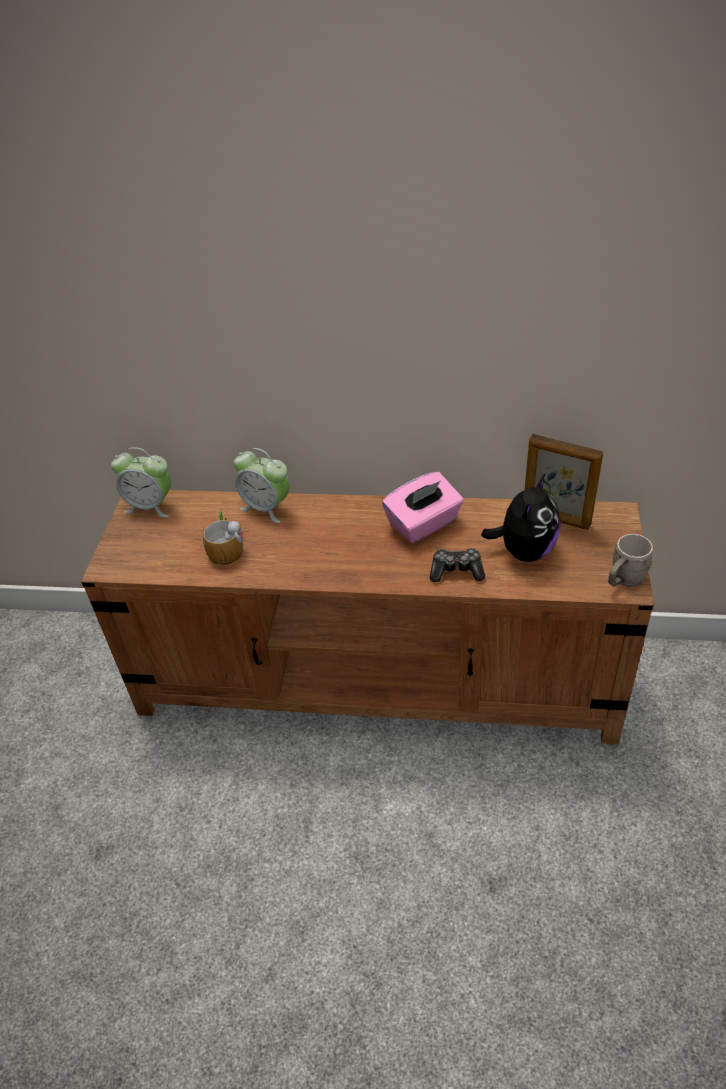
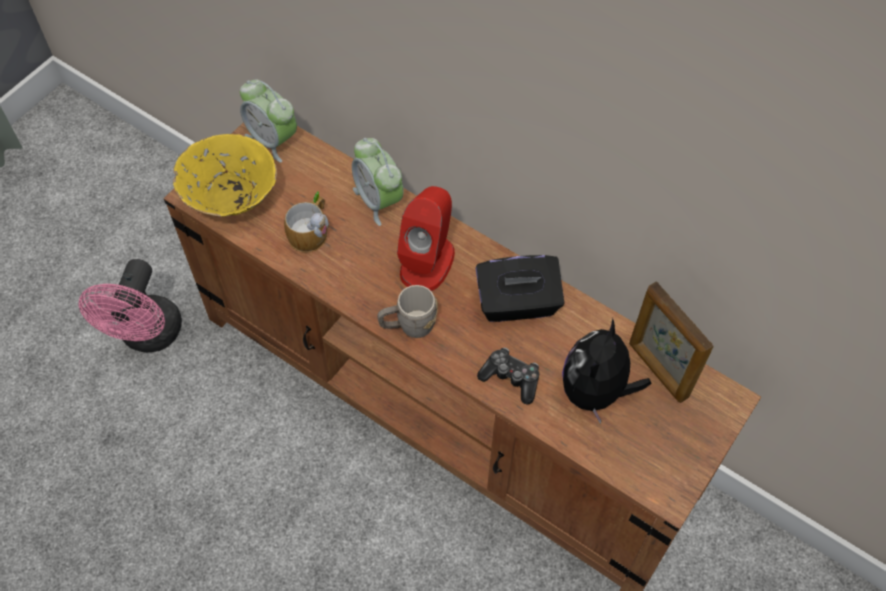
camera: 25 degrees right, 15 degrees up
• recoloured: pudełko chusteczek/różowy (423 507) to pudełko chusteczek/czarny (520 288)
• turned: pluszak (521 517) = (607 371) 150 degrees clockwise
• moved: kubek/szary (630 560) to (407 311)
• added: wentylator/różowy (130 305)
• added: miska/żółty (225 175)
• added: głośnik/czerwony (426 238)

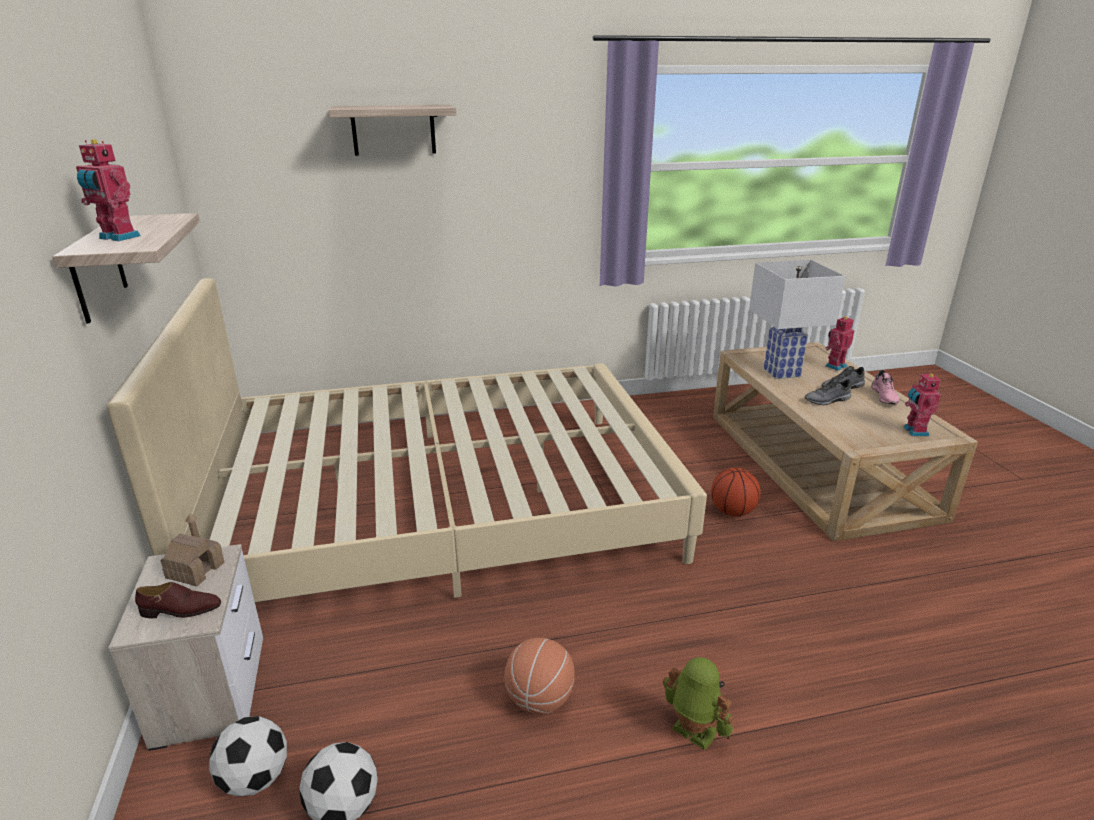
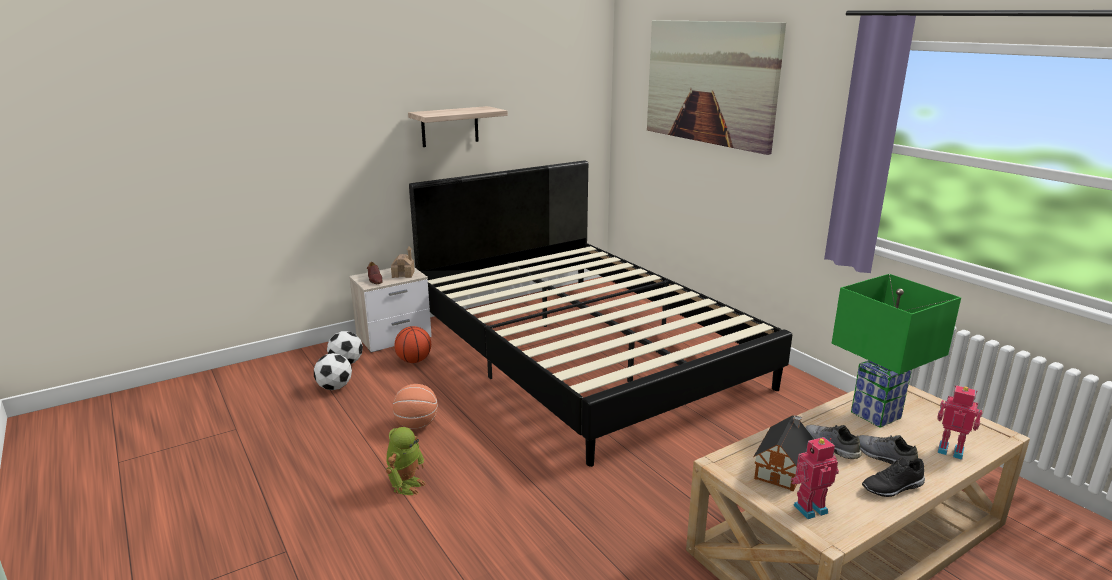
camera: 70 degrees right, 5 degrees down
• removed: robot zabawkowy (108 190)
• recoloured: łóżko/beżowy (407 440) to łóżko/czarny (600 314)
• replaced: półka (392 130) to obraz (716 87)
• moved: piłka do koszykówki (736 492) to (412 344)
• recoloured: lampa stołowa/biały (797 319) to lampa stołowa/zielony (896 351)
• recoloured: but/różowy (885 387) to but/czarny (893 477)
• added: domek (783 453)

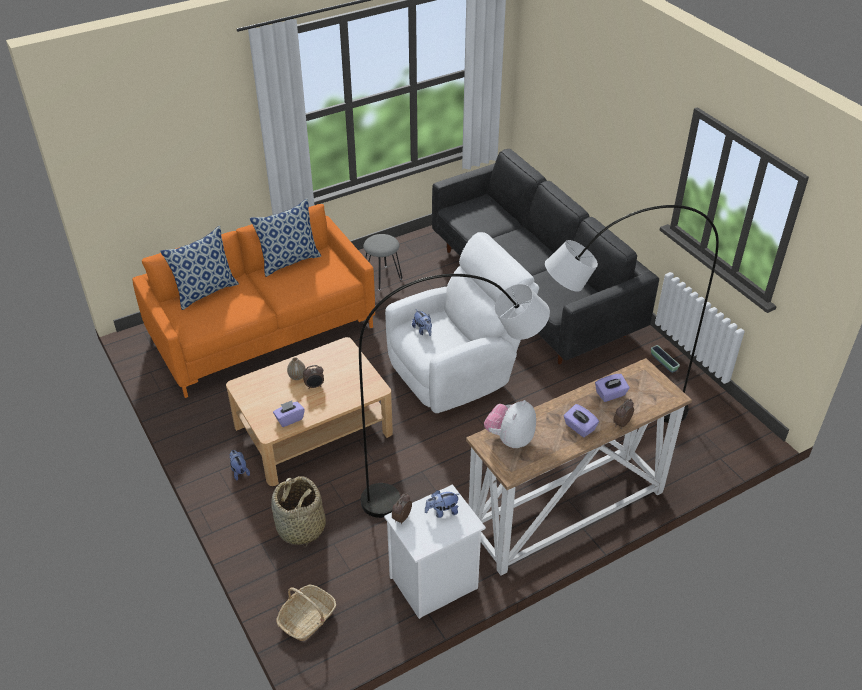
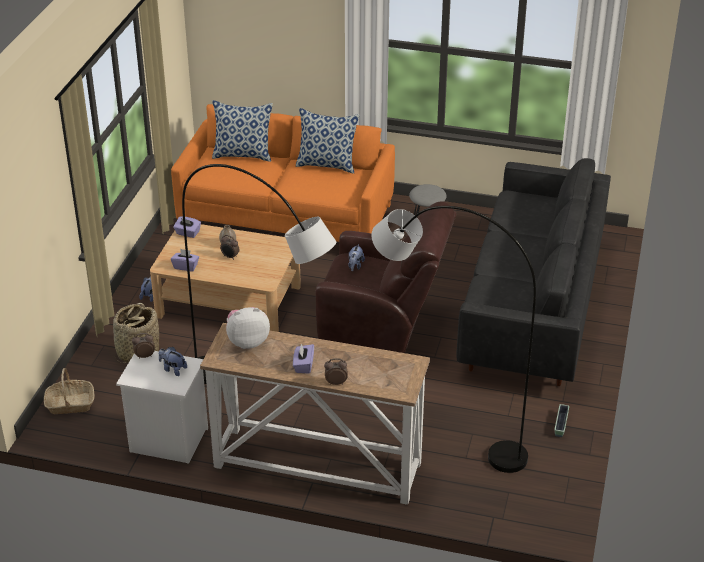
camera: 45 degrees right, 5 degrees down
• recoloured: fotel/biały (462 322) to fotel/brązowy (386 277)
• moved: pudełko chusteczek/fioletowy (612 388) to (187 227)

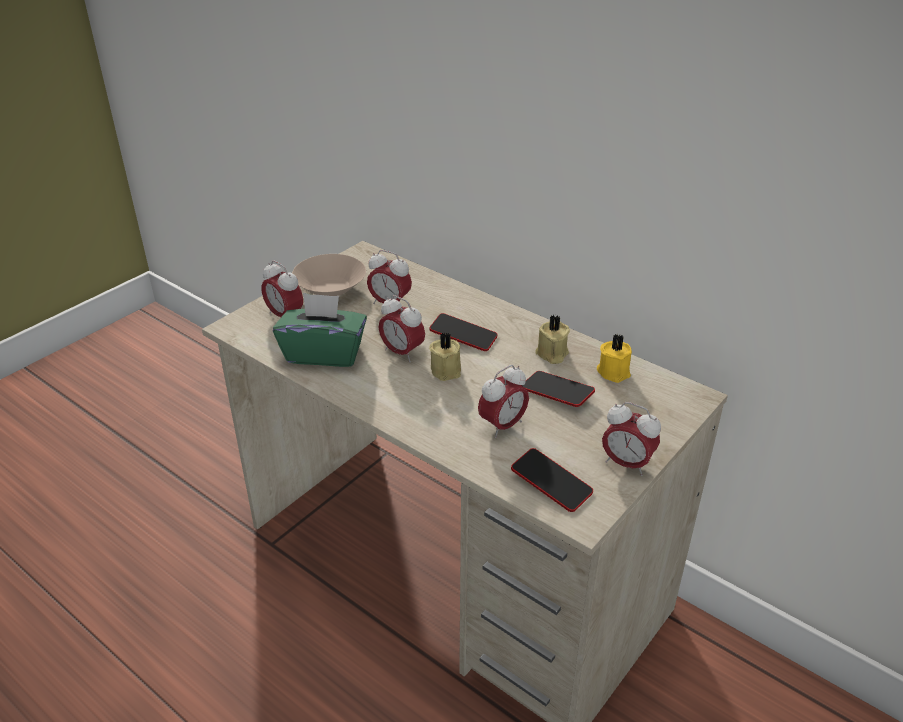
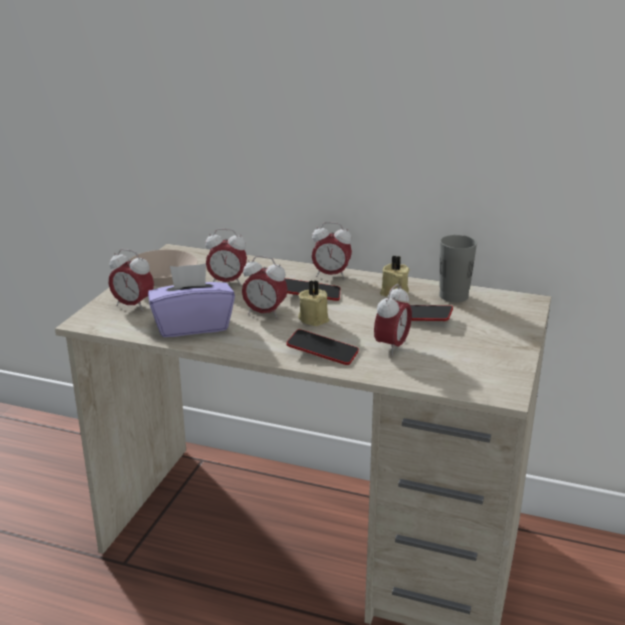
camera: 20 degrees left, 10 degrees down
• recoloured: pudełko chusteczek/zielony (320 330) to pudełko chusteczek/fioletowy (191 300)
• moved: telefon (552 480) to (322 347)
• replaced: świeca/żółty (614 358) to filiżanka/szary (458 268)
• moved: budzik (631 439) to (332 250)

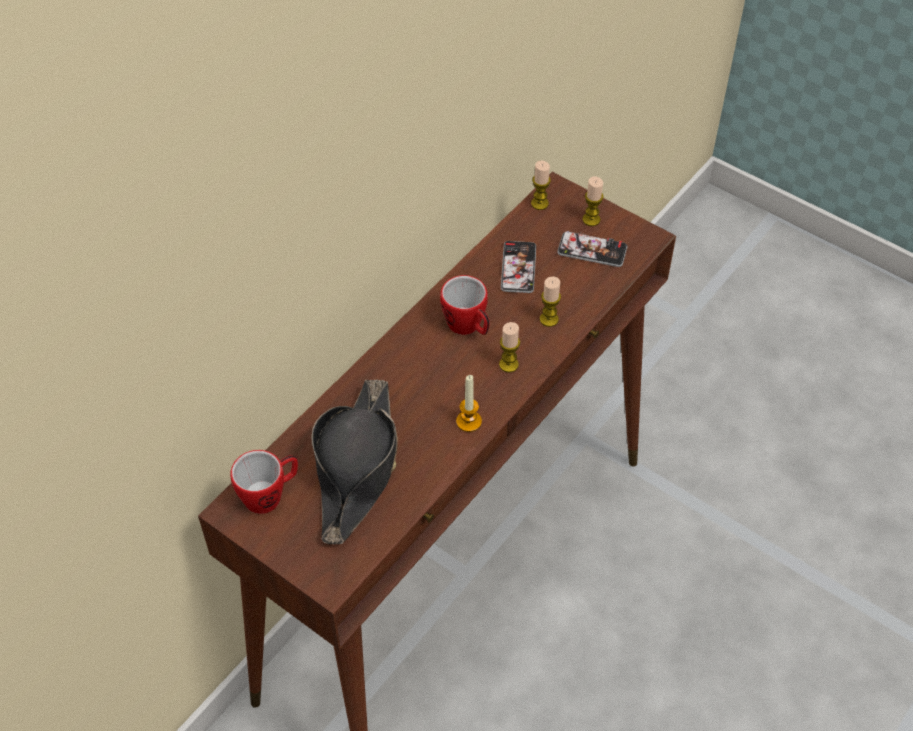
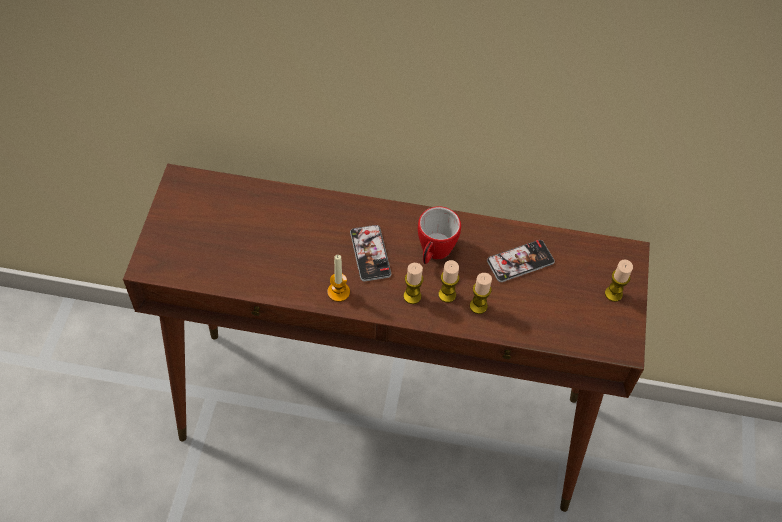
camera: 60 degrees right, 5 degrees up
• removed: kubek (264 482)
• removed: kapelusz/czarny (355 461)
• moved: świeca (541 185) to (449 281)
• moved: telefon (592 249) to (370 253)

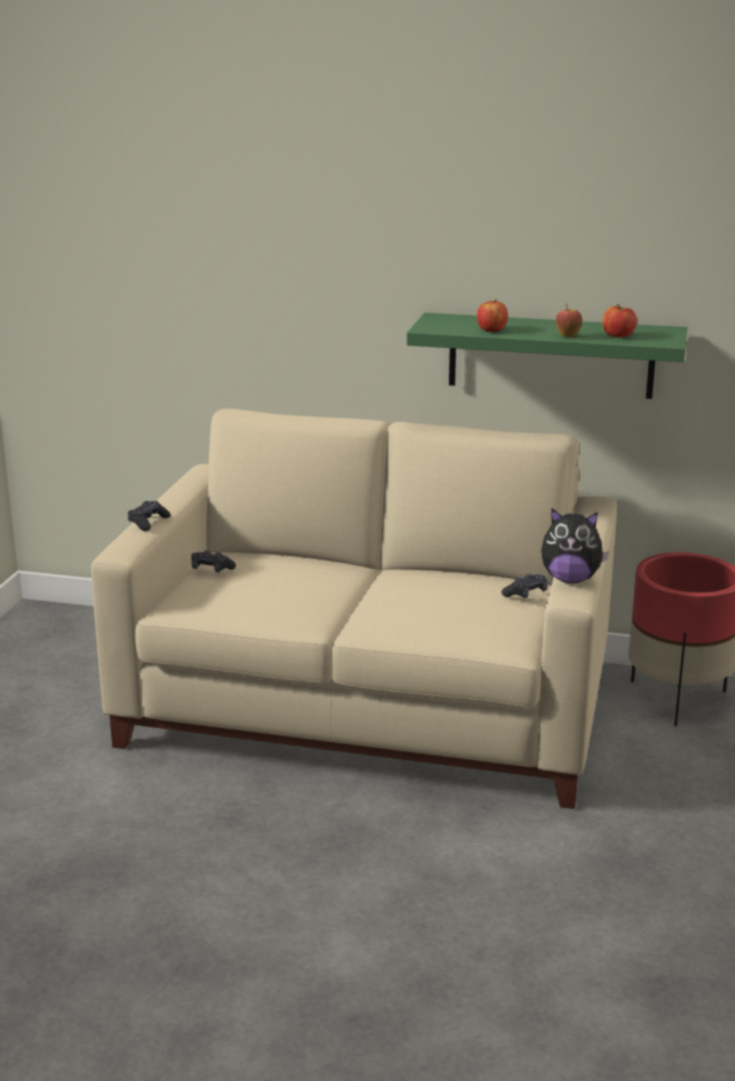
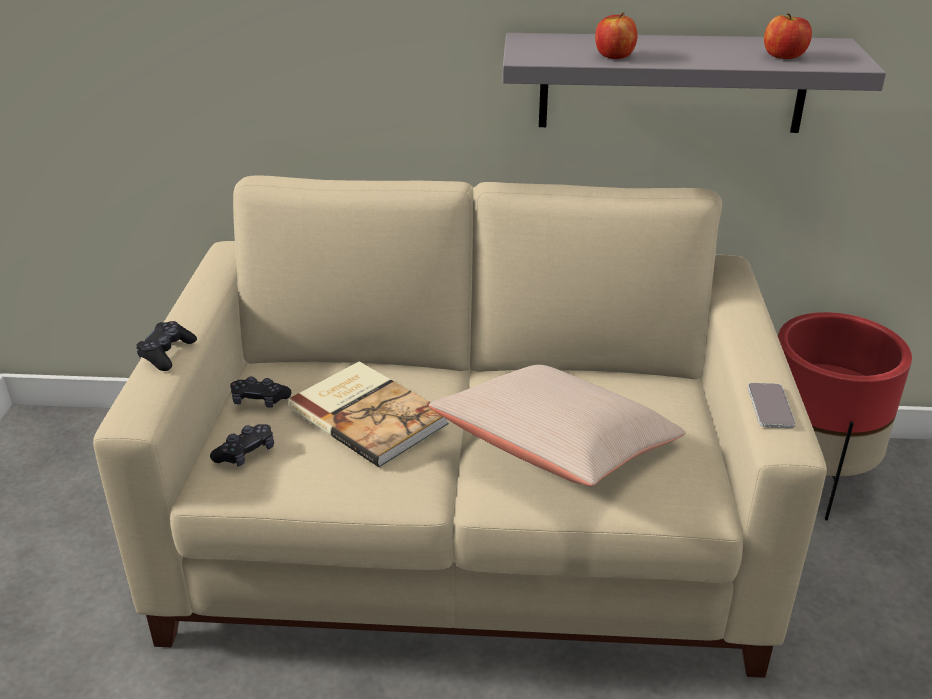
camera: 10 degrees left, 10 degrees up
• recoloured: półka/zielony (547 356) to półka/szary (694 83)
• moved: pad do gier/czarny (524 586) to (242 445)
• replaced: pluszak (575 545) to telefon (772 405)
• removed: jabłko (569 320)
• added: książka (368 414)
• added: poduszka/beżowy (557 425)

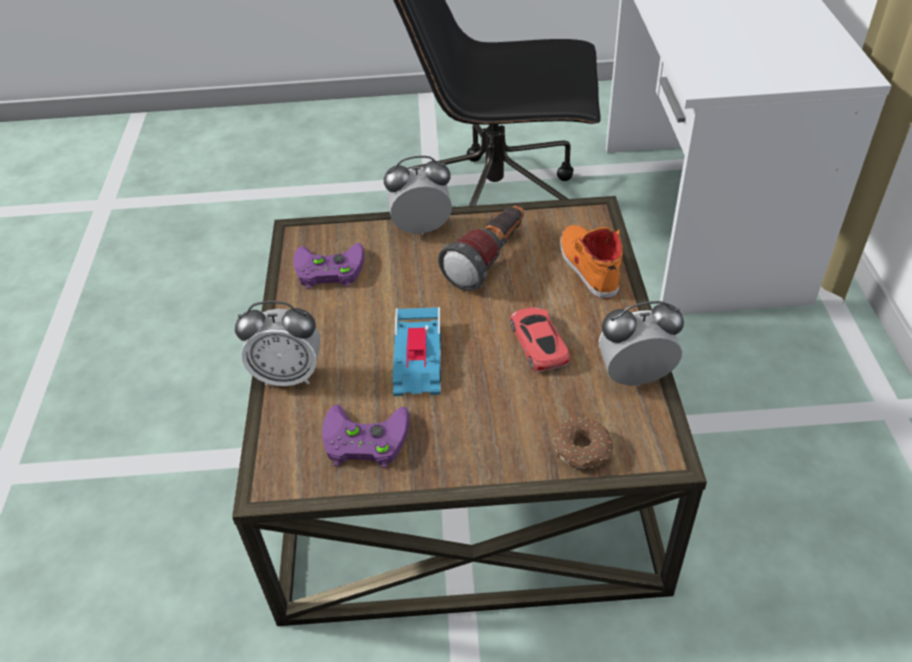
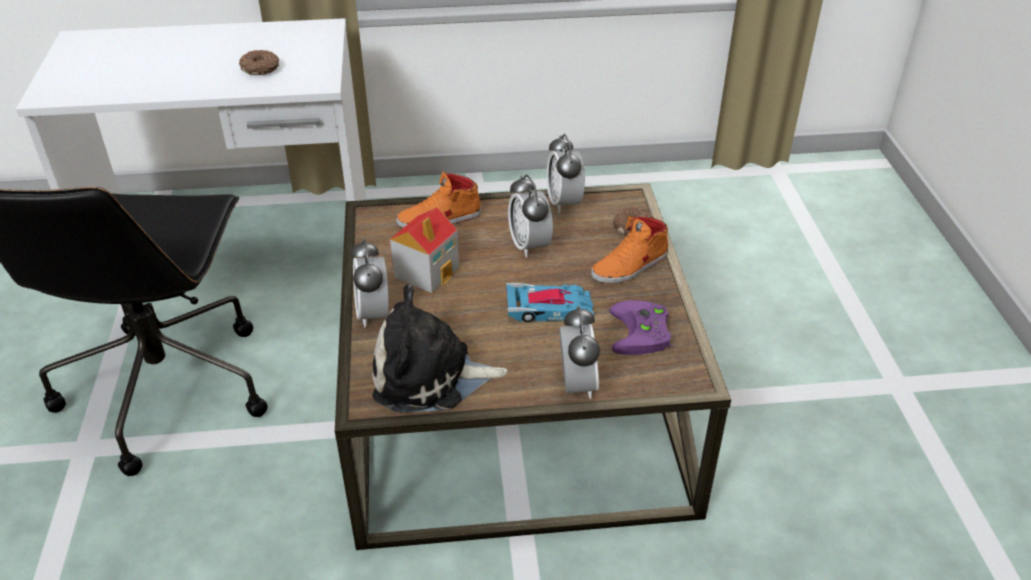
camera: 95 degrees left, 5 degrees down
• replaced: pad do gier/fioletowy (328 266) to pluszak (439 348)
• replaced: latarka (481 248) to domek (424 250)
• replaced: samochodzik/czerwony (540 339) to budzik (530 216)
• added: donut (259 62)
• added: but/pomarańczowy (629 249)

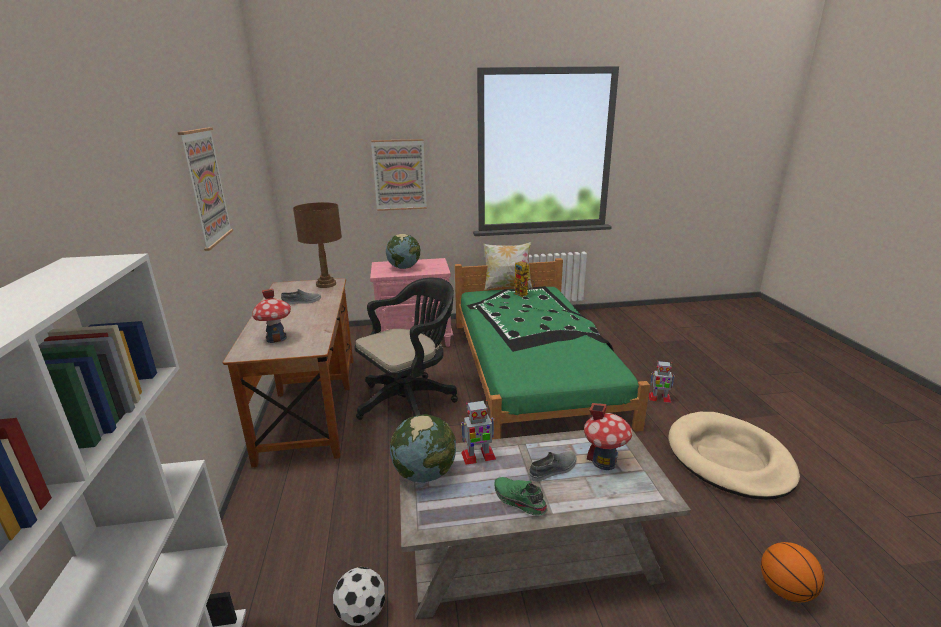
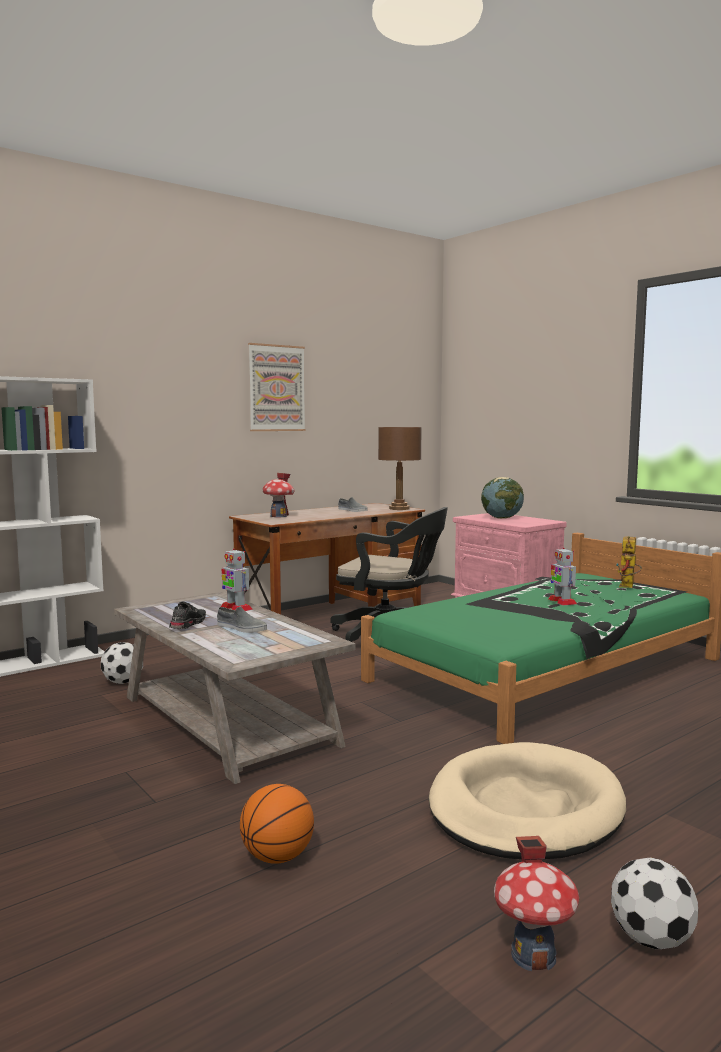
camera: 60 degrees right, 15 degrees down
• removed: obraz (399 175)
• removed: globus (423 448)
• removed: poduszka (508 266)
• recoloured: but/zielony (520 496) to but/czarny (187 615)
• moved: domek (608 436) to (536 903)
• moved: robot zabawkowy (662 382) to (562 577)
• added: piłka futbolowa (654 903)

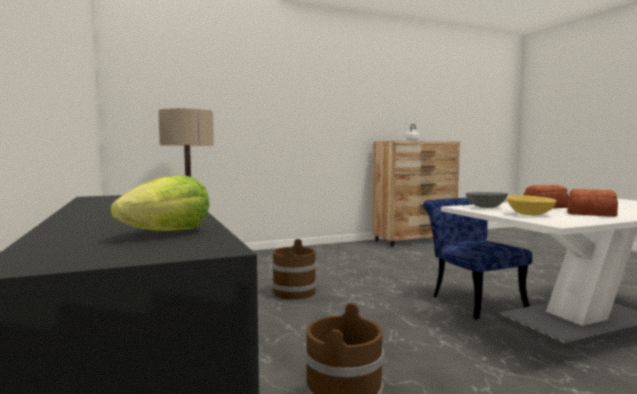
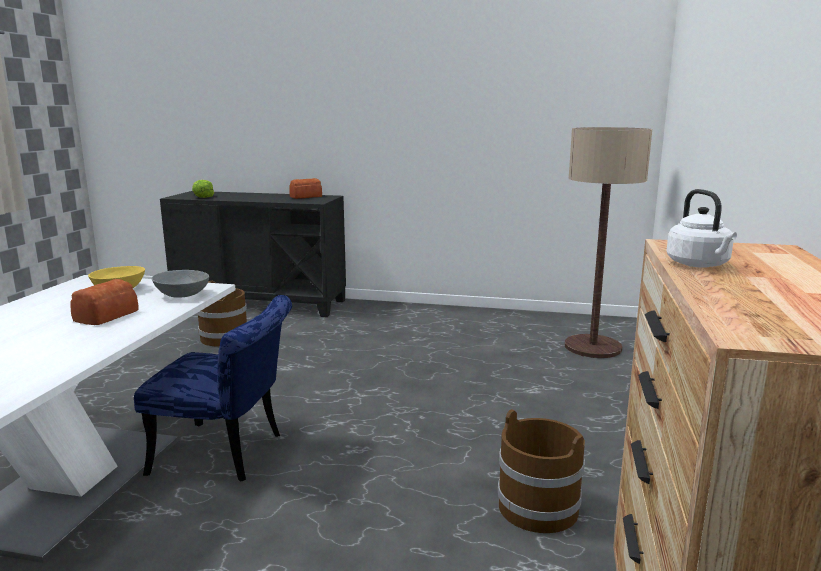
camera: 125 degrees right, 10 degrees up
• moved: wiadro/brązowy (294 269) to (541 471)
• moved: chleb (592 203) to (305 188)

